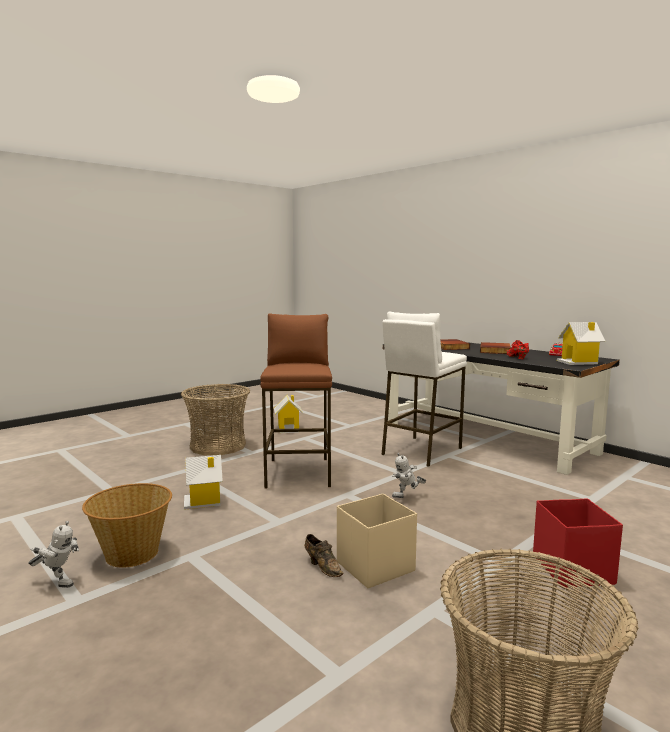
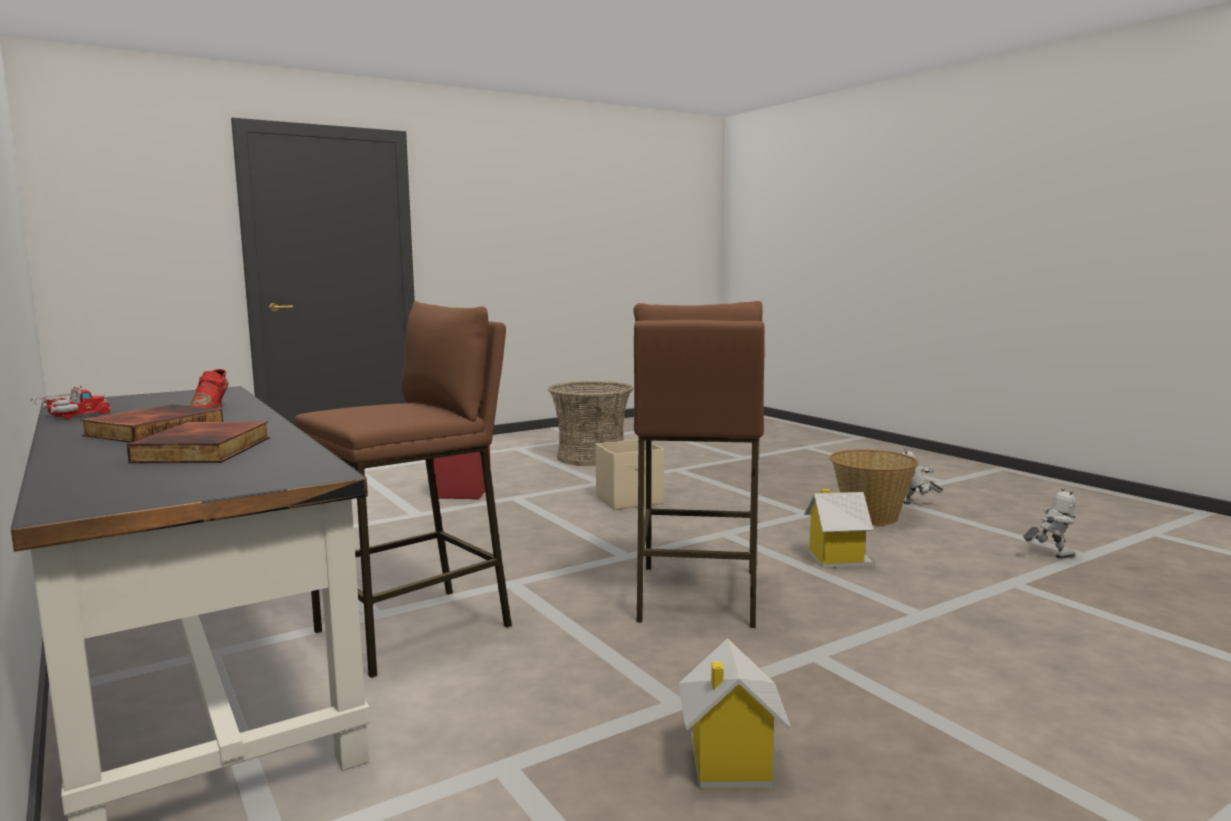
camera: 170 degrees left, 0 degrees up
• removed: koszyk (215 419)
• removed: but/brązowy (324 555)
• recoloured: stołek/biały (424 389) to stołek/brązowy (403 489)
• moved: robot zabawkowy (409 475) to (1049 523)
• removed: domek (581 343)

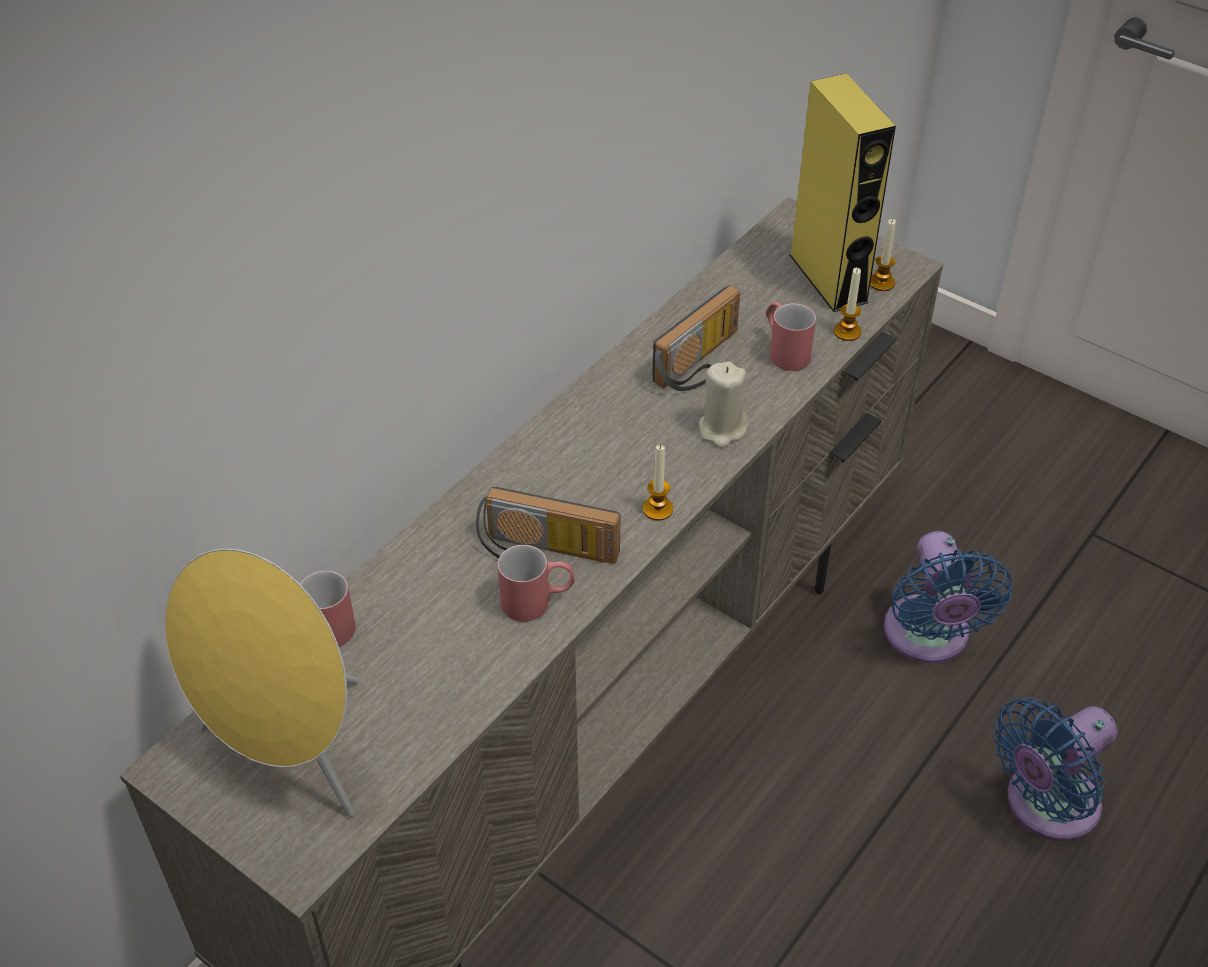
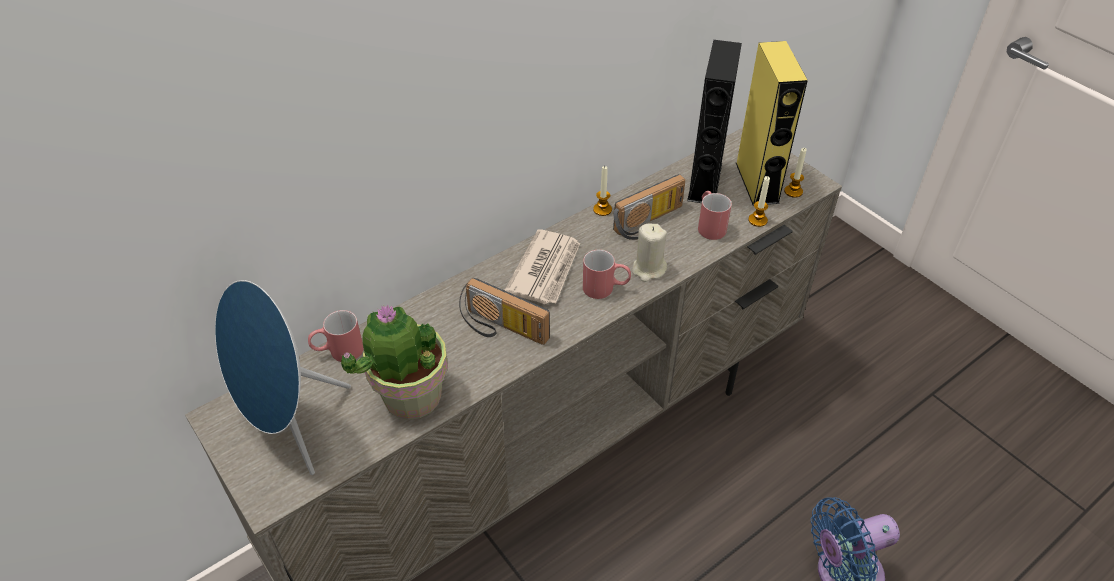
camera: 15 degrees right, 0 degrees up
• recoloured: głośnik/żółty (261 683) to głośnik/niebieski (283 377)
• moved: kubek/czerwony (536 583) to (607 274)
• moved: świeca (658 483) to (602 191)
• removed: wentylator/niebieski (948 597)
• added: roślina doniczkowa (394 362)
• added: gazeta (542 266)
• added: głośnik/czarny (714 121)

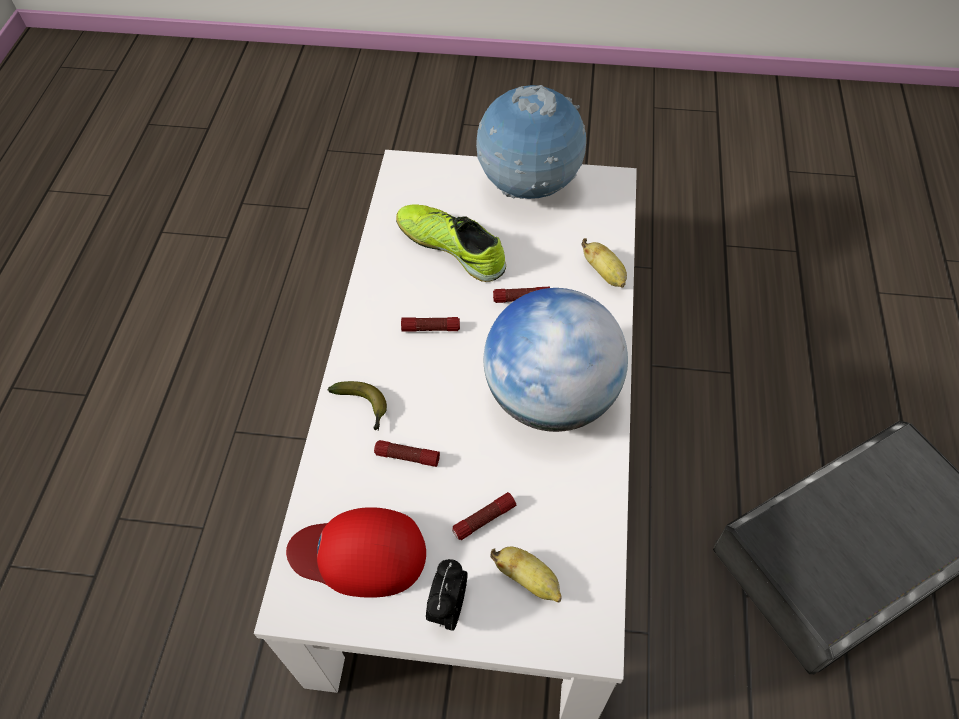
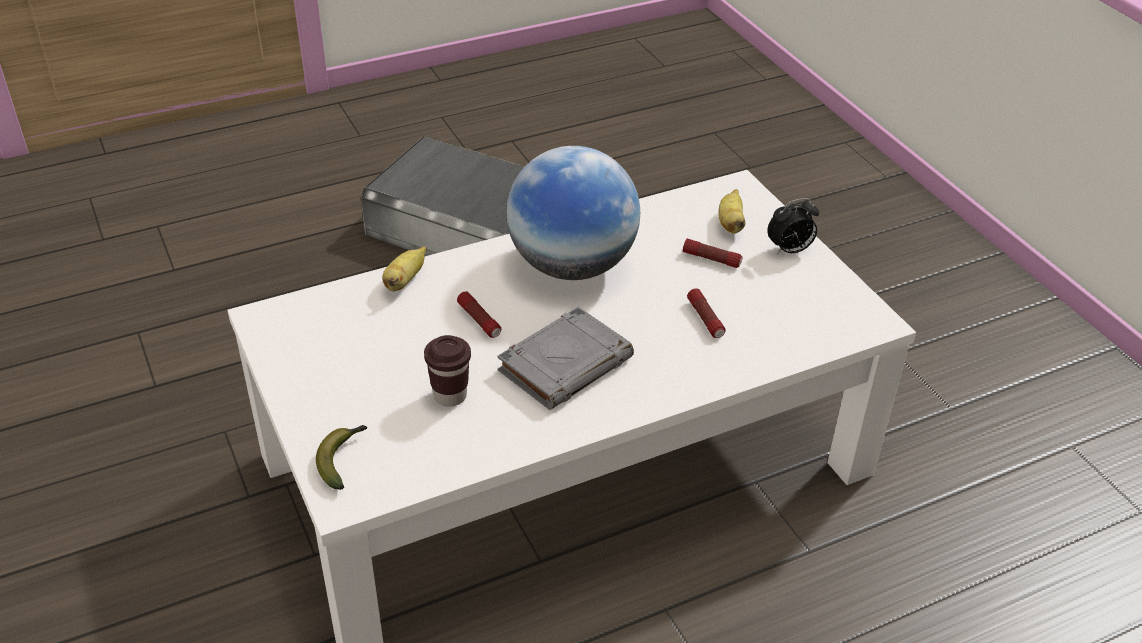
camera: 125 degrees left, 15 degrees down
• removed: czapka z daszkiem/czerwony (356 552)
• moved: banan (357 406) to (341 457)
• replaced: but (451 243) to filiżanka/brązowy (447 371)
• replaced: latarka (430 324) to książka/szary (565 358)
• removed: globus (531 142)

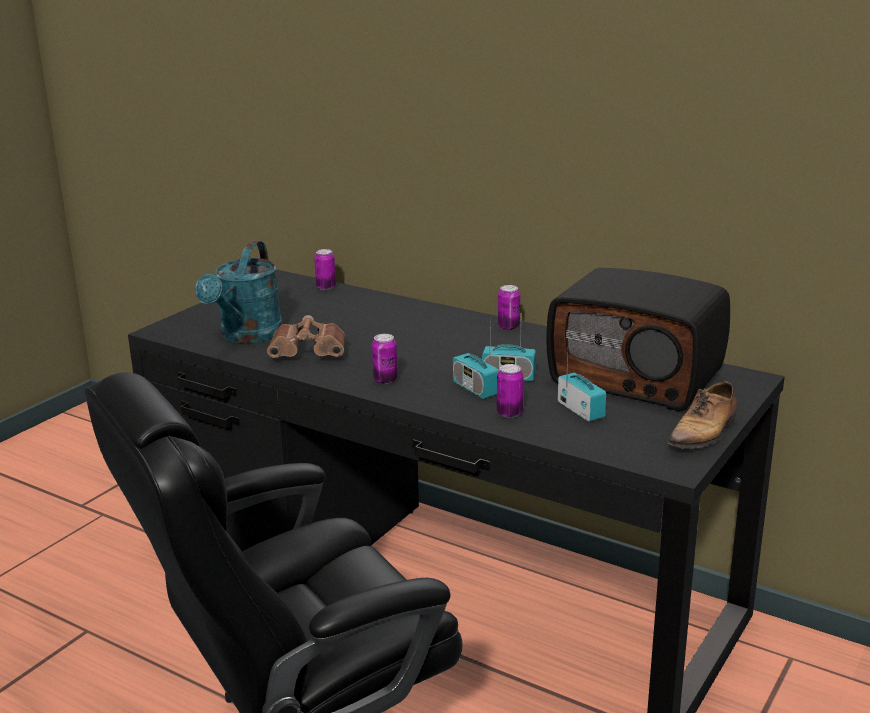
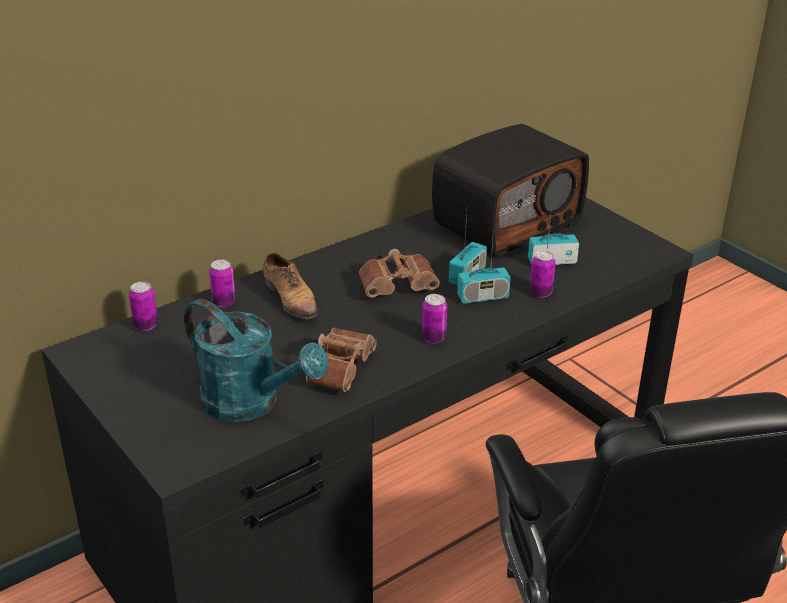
camera: 70 degrees left, 10 degrees up
• moved: puszka (509 307) to (222 283)
• moved: but (702 415) to (290 287)
• added: lornetka/brązowy (399 273)

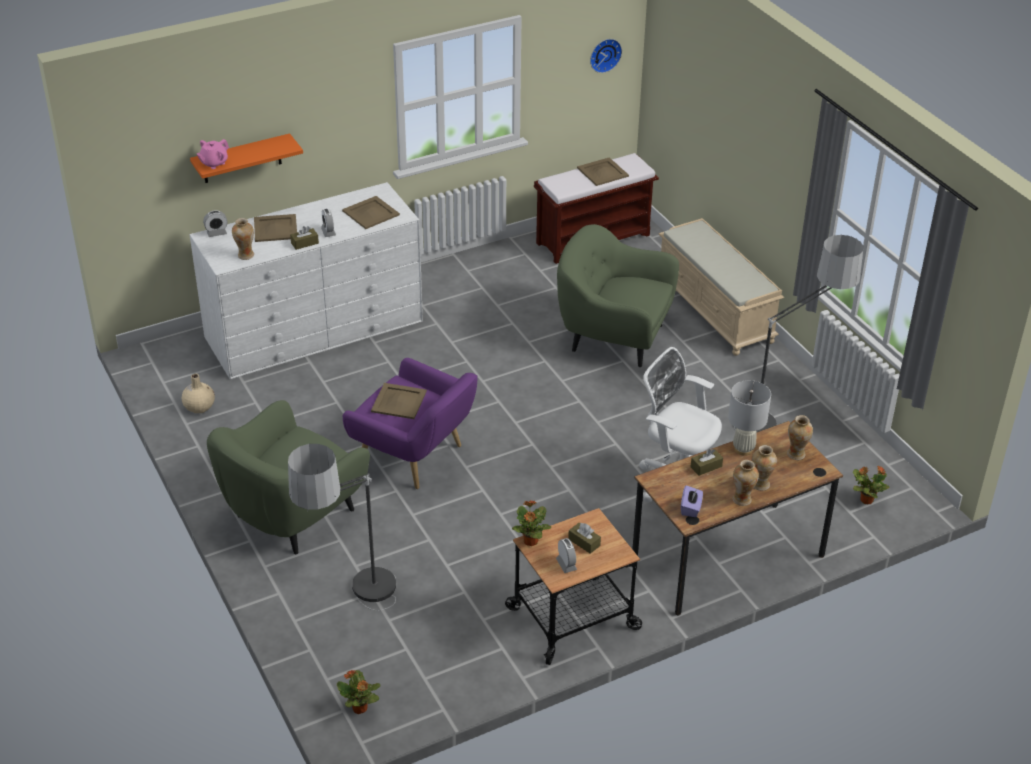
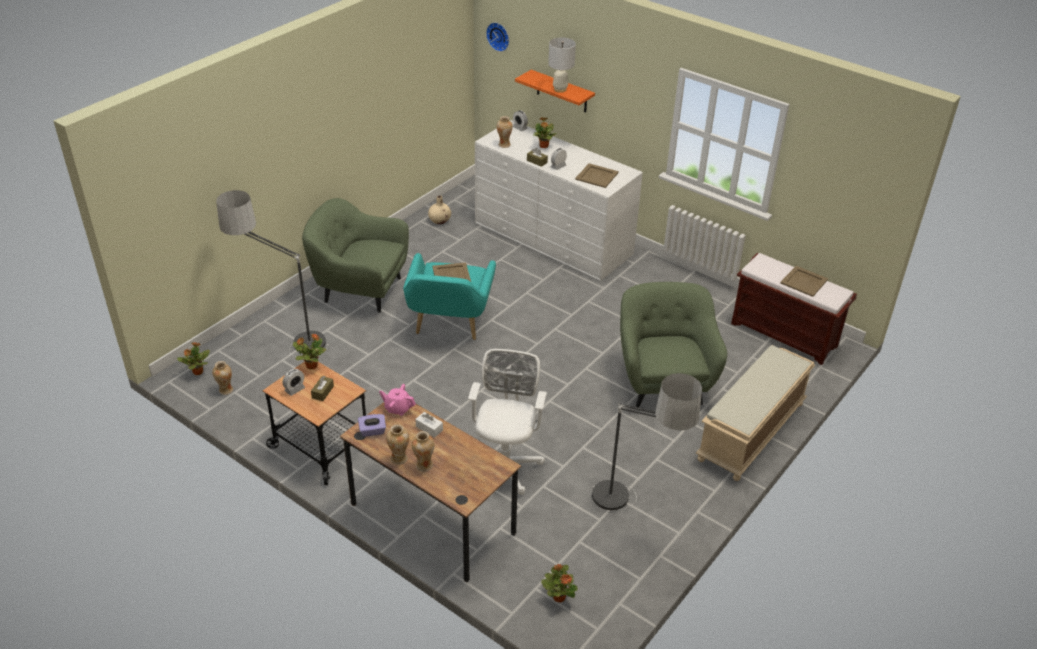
camera: 65 degrees right, 0 degrees up
• moved: imbryk/różowy (213 154) to (397 400)
• replaced: taca/beżowy (275 228) to roślina doniczkowa (545 132)
• recoloured: fotel/fioletowy (410 423) to fotel/turkusowy (449 296)
• moved: zegar ścienny (606 56) to (497 37)
• recoloured: pudełko chusteczek/brązowy (707 462) to pudełko chusteczek/biały (429 425)
• moved: lampa stołowa/biały (749 418) to (562 65)
• moved: wazon (800 437) to (222 378)

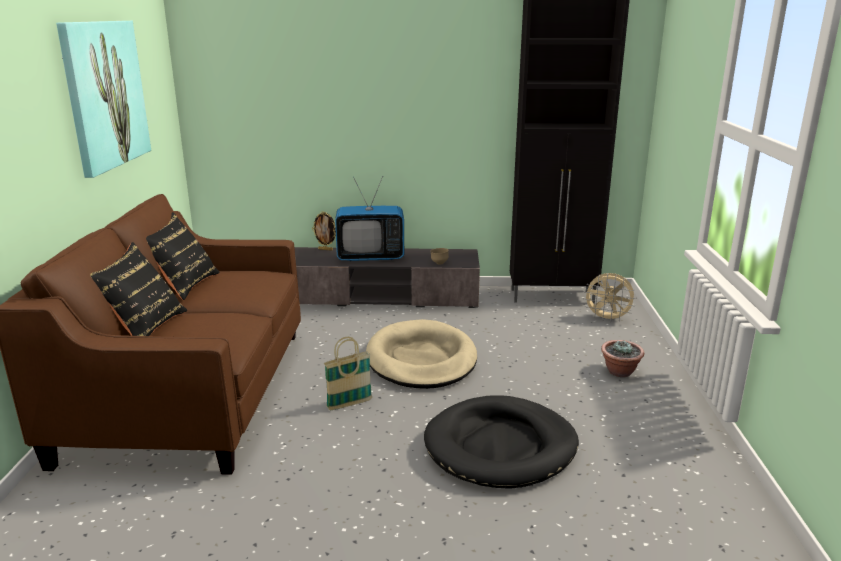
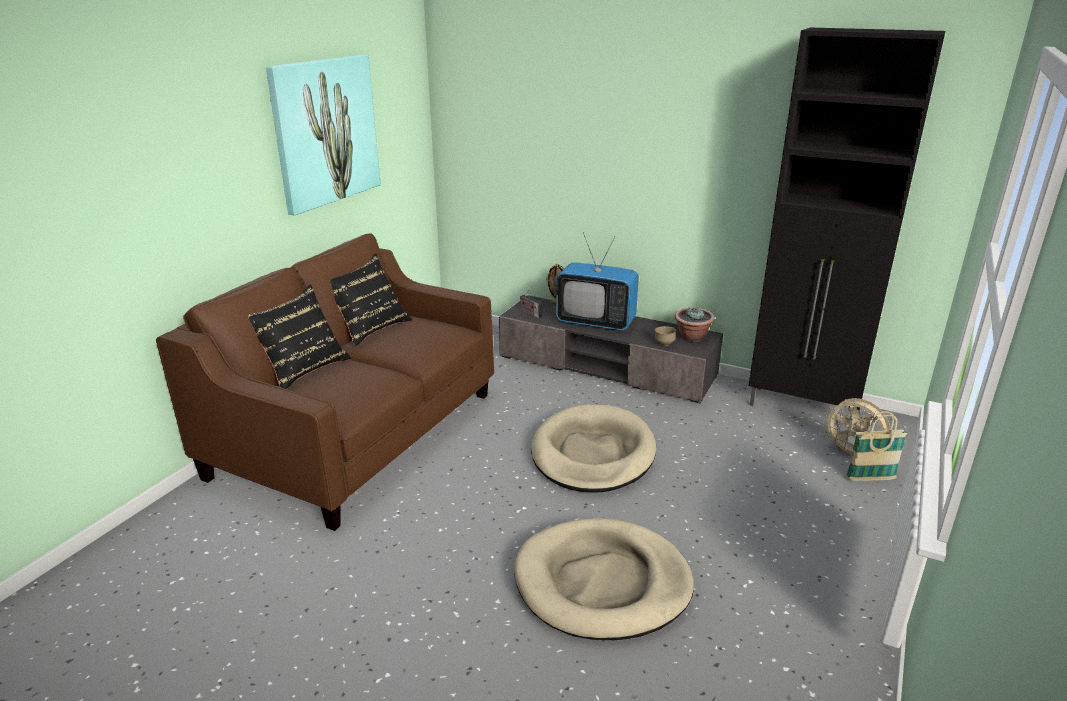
camera: 25 degrees right, 5 degrees up
• moved: koszyk (348 373) to (876 446)
• recoloured: legowisko/czarny (501 442) to legowisko/beżowy (604 579)
• moved: roślina doniczkowa (622 358) to (695 324)
• added: radio (531 304)

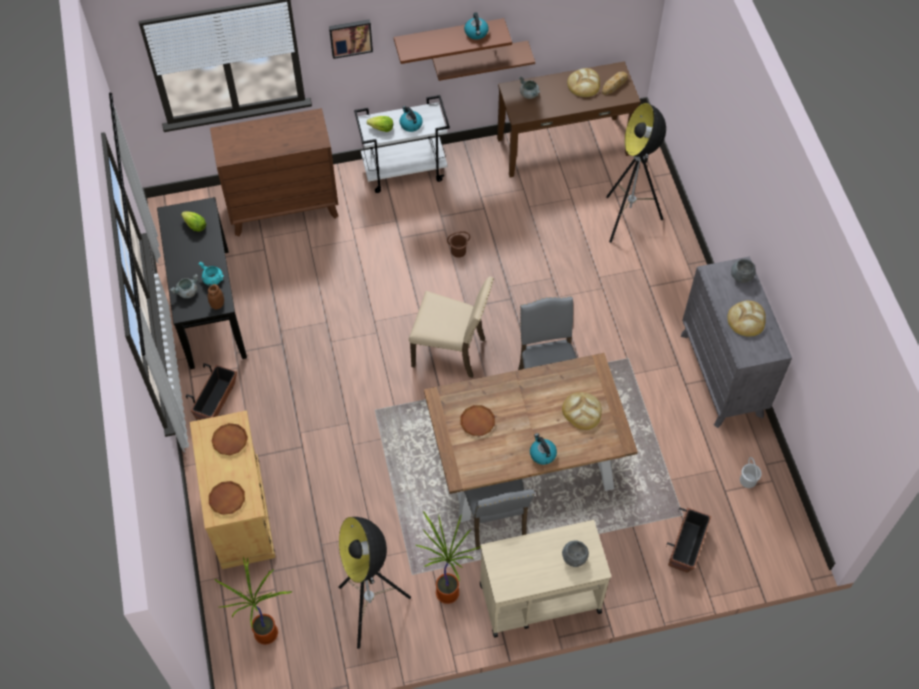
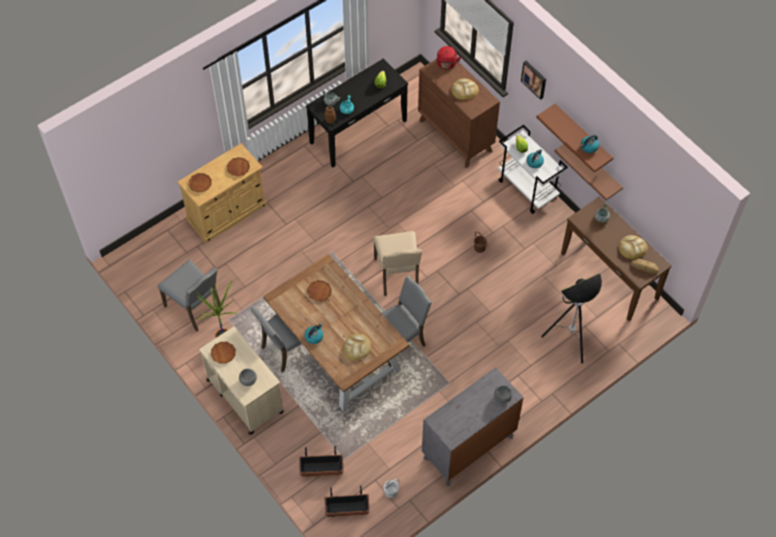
camera: 65 degrees right, 0 degrees up
• moved: donica (211 391) to (347 501)
• removed: roślina doniczkowa (253 601)
• replaced: lampa stojąca (374 583) to krzesło/szary (190 296)
• moved: chleb (746 319) to (465 89)
• added: talerz/brązowy (223 353)
• added: czajnik/czerwony (448 57)

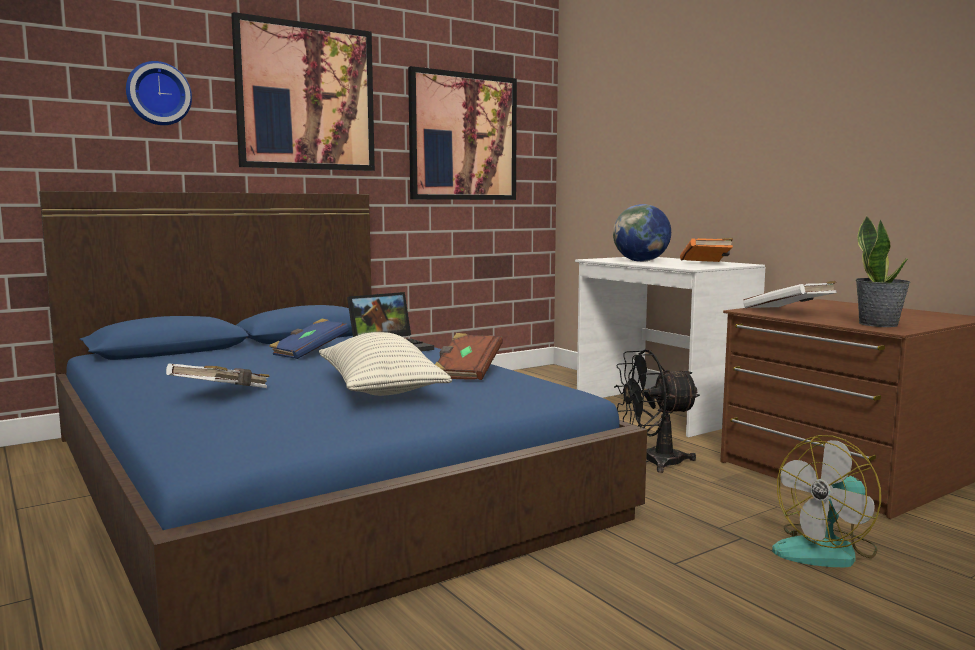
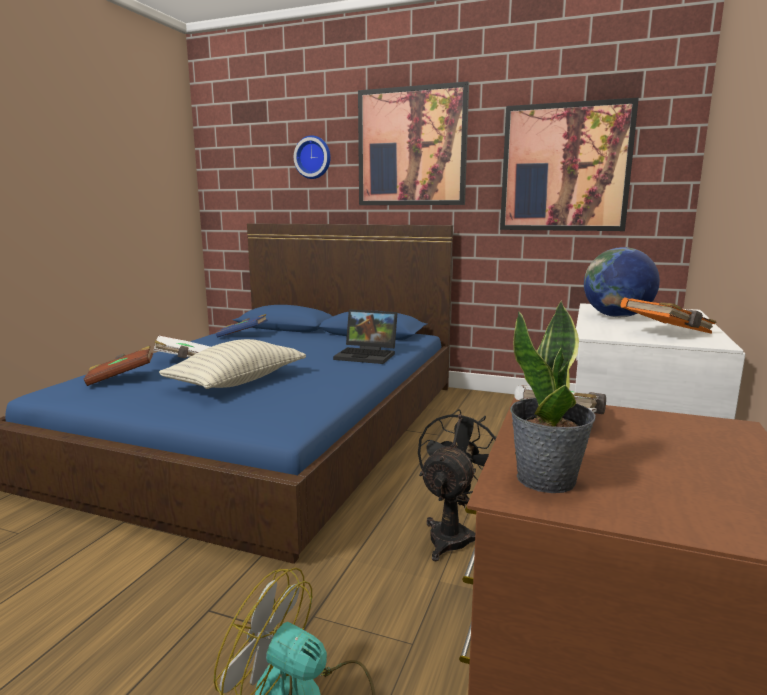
camera: 55 degrees right, 5 degrees up
• moved: książka/niebieski (309 339) to (242 325)
• moved: książka/brązowy (469 356) to (118 366)
• turned: wentylator/czarny (657 411) = (457 485) 75 degrees clockwise

